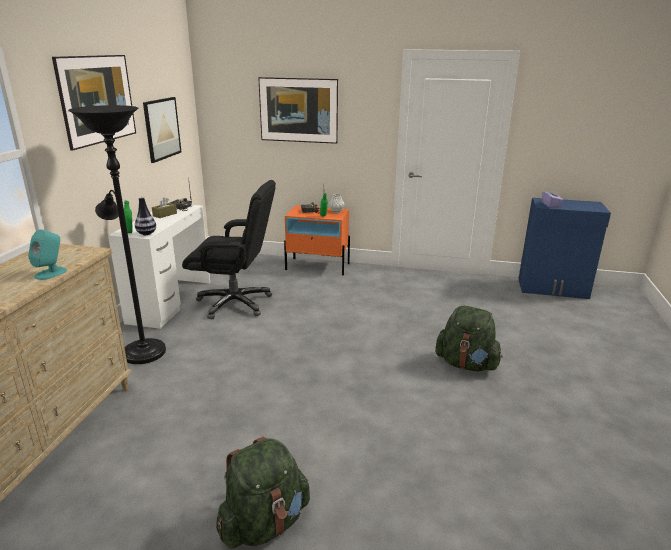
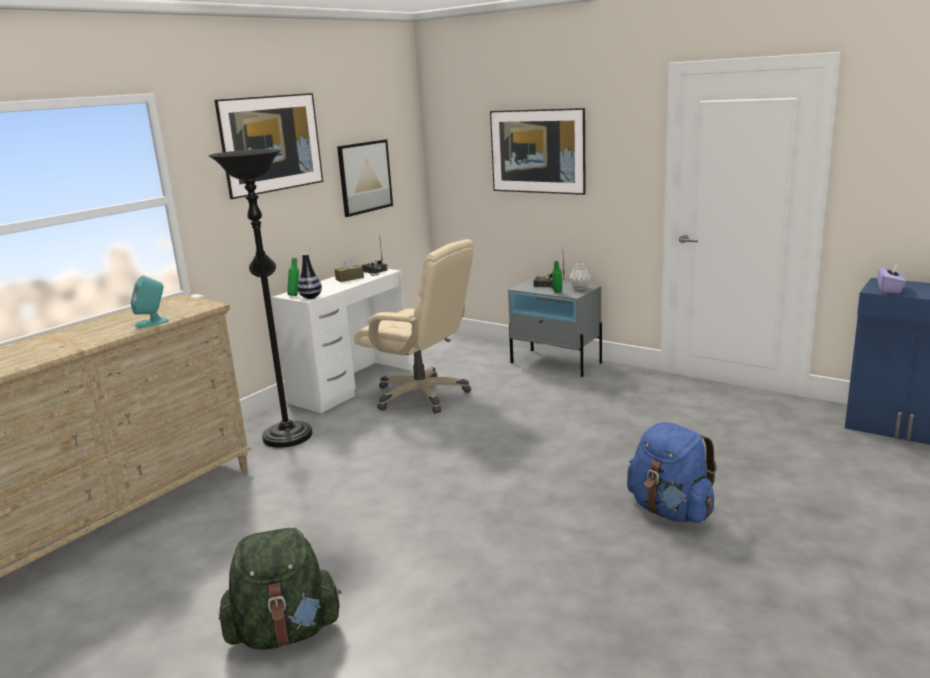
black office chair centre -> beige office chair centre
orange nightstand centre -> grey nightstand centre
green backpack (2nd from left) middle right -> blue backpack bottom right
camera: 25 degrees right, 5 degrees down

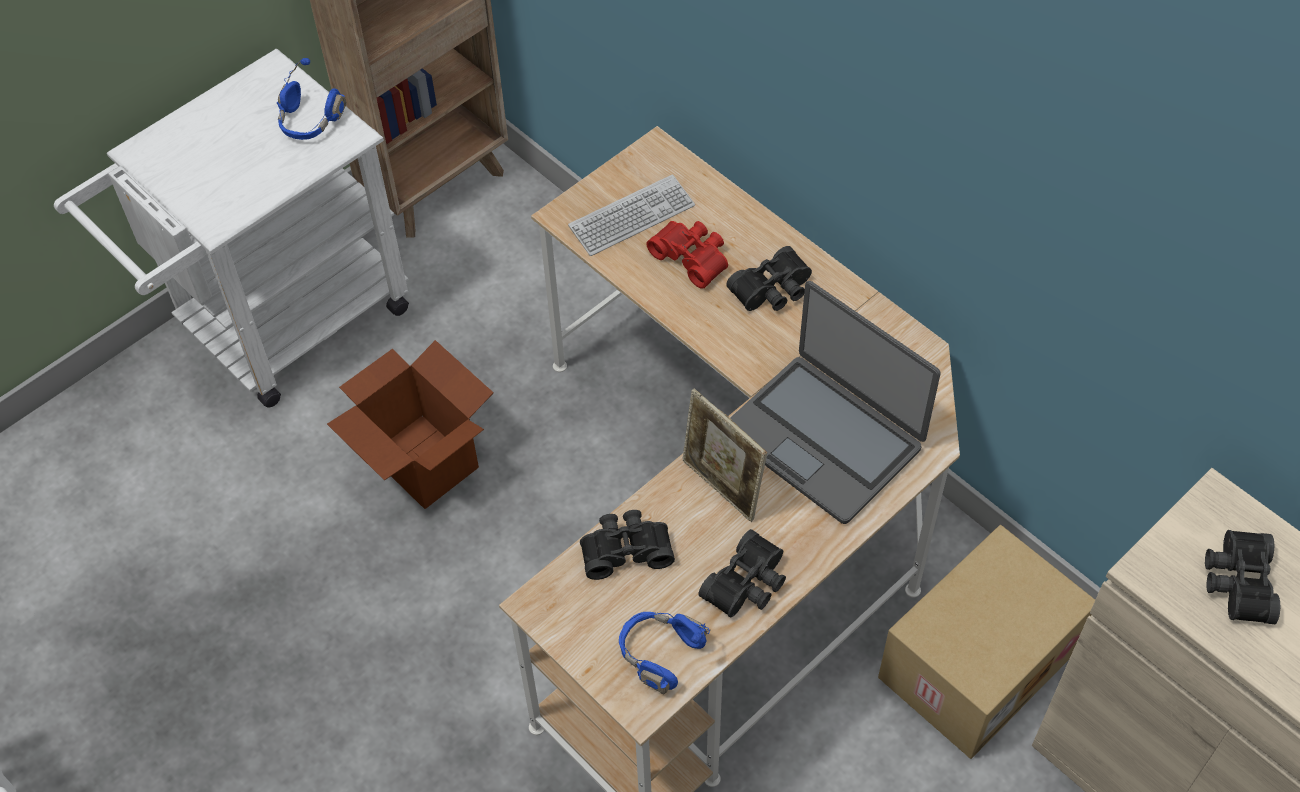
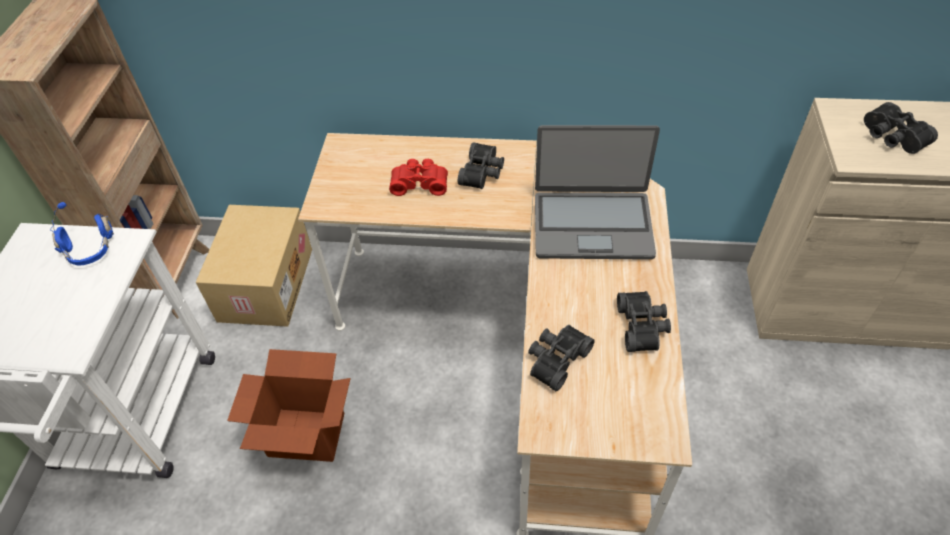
keyboard top centre -> none
picture frame centre -> none
cardboard box (2nd from left in the first image) bottom right -> cardboard box (1st from left) middle left, move
blue headphones (2nd from left) bottom centre -> none
camera: 40 degrees left, 5 degrees down

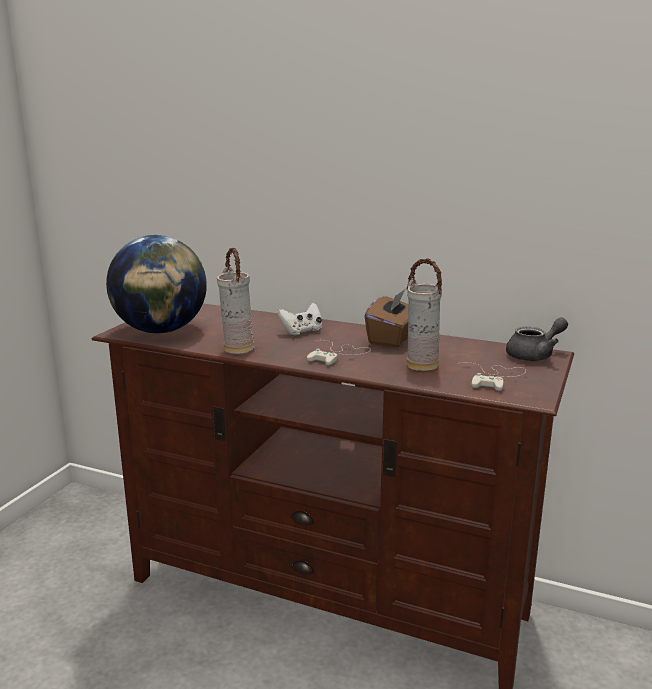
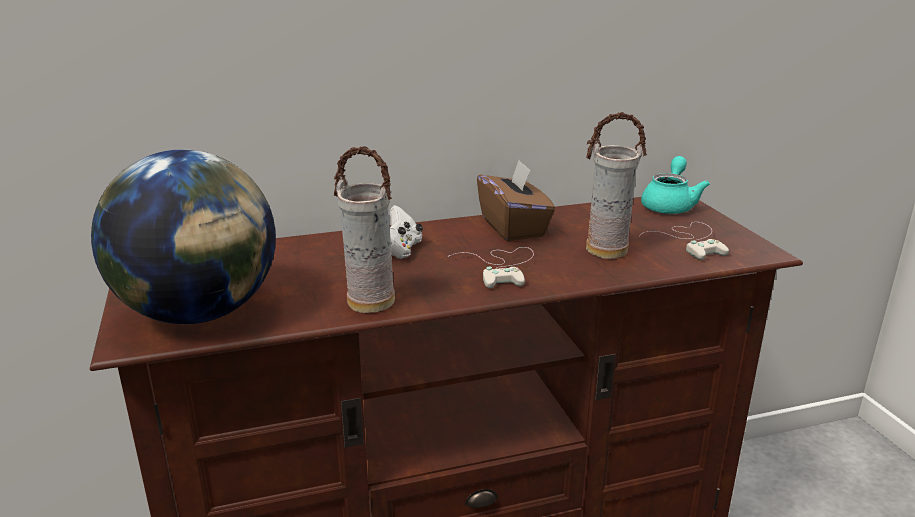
grey teapot middle right -> turquoise teapot middle right
camera: 40 degrees left, 5 degrees up

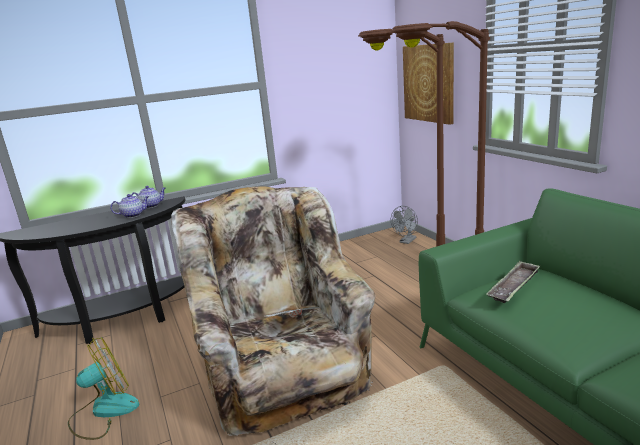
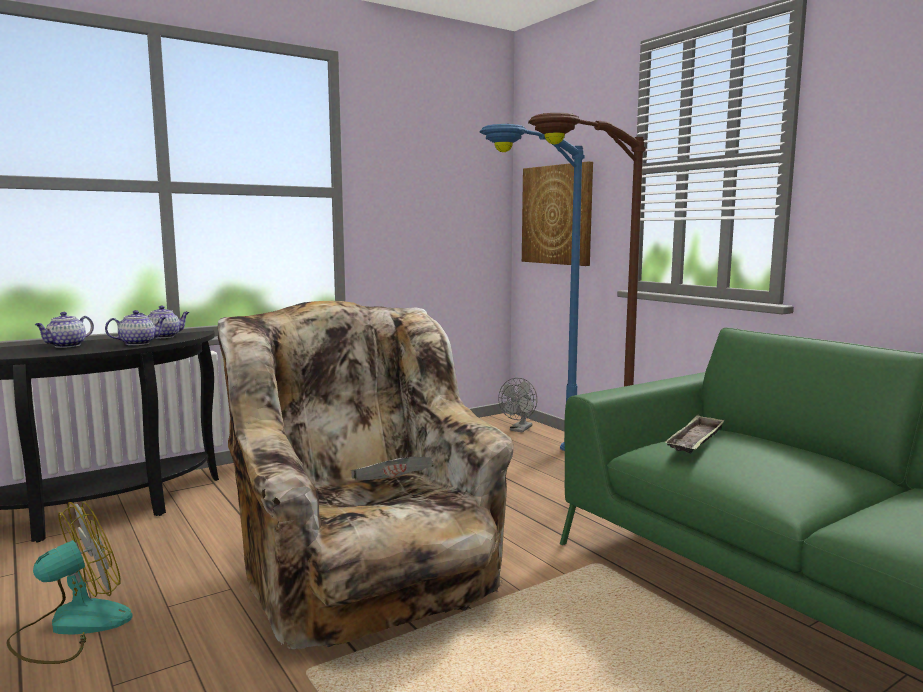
brown floor lamp (1st from left) top centre -> blue floor lamp centre
none -> teapot (1st from left) middle left
camera: 10 degrees left, 10 degrees down

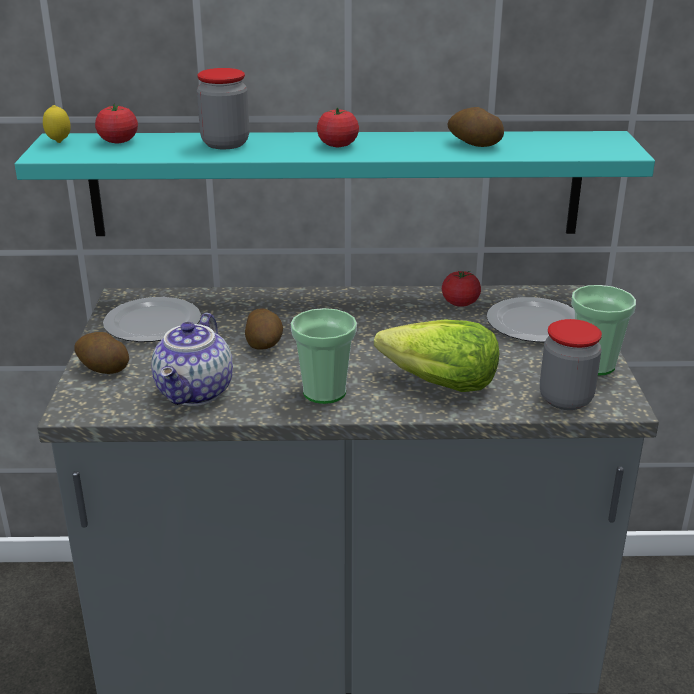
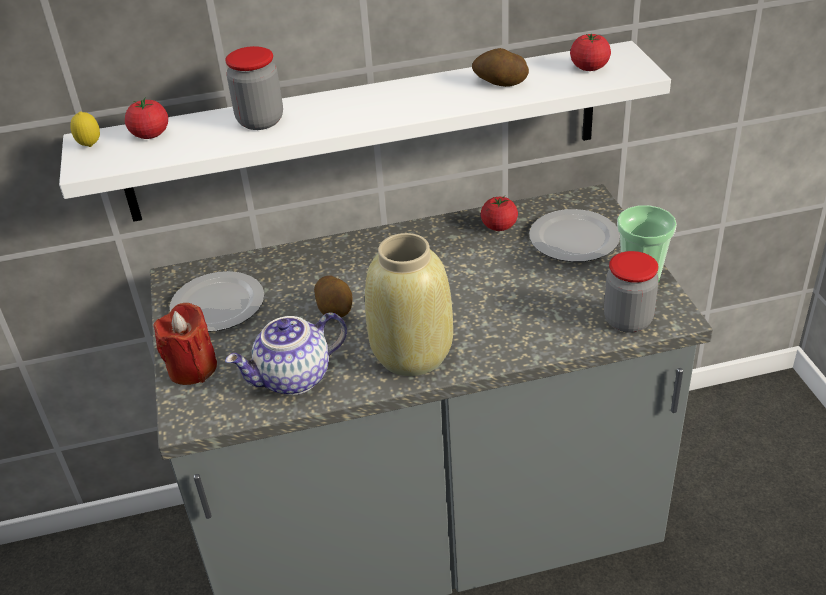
tomato (2nd from left in the first image) top centre -> tomato (3rd from left) top right, move
turquoise shelf top centre -> white shelf top centre
cup (1st from left) centre -> beige vase centre
teapot middle left -> teapot centre, 60 degrees clockwise
lettuce centre -> none
potato (1st from left) middle left -> red candle middle left
camera: 10 degrees left, 10 degrees up

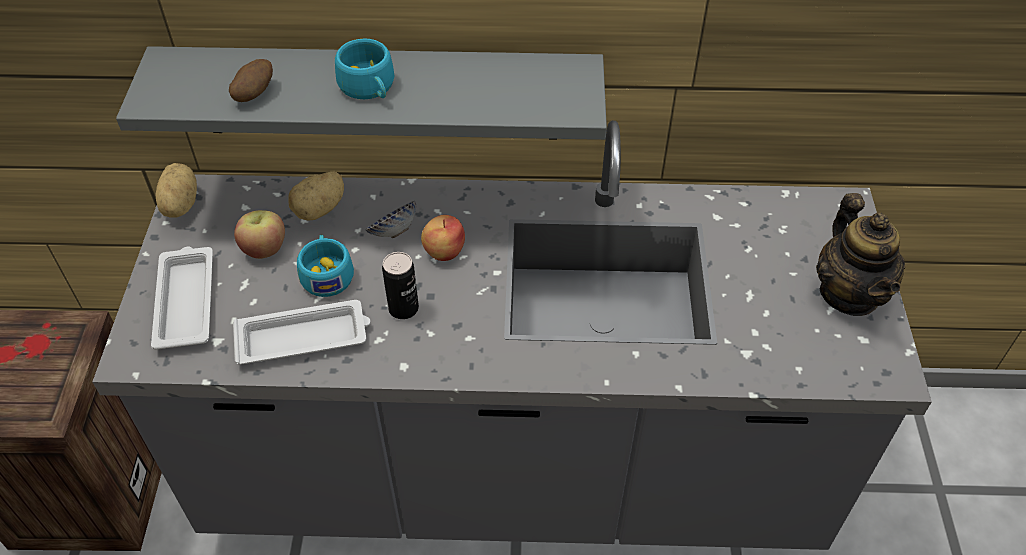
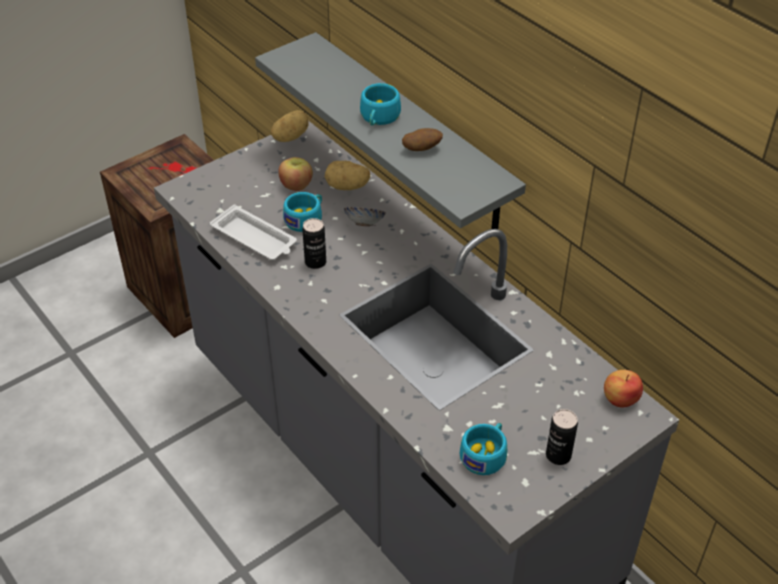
potato (2nd from left in the first image) top left -> potato (3rd from left) top centre, move
teapot middle right -> can (2nd from left) bottom right
apple (2nd from left) centre -> apple (2nd from left) middle right, move
white tray (1st from left) middle left -> none
none -> turquoise cup (3rd from left) bottom centre
camera: 50 degrees right, 5 degrees down

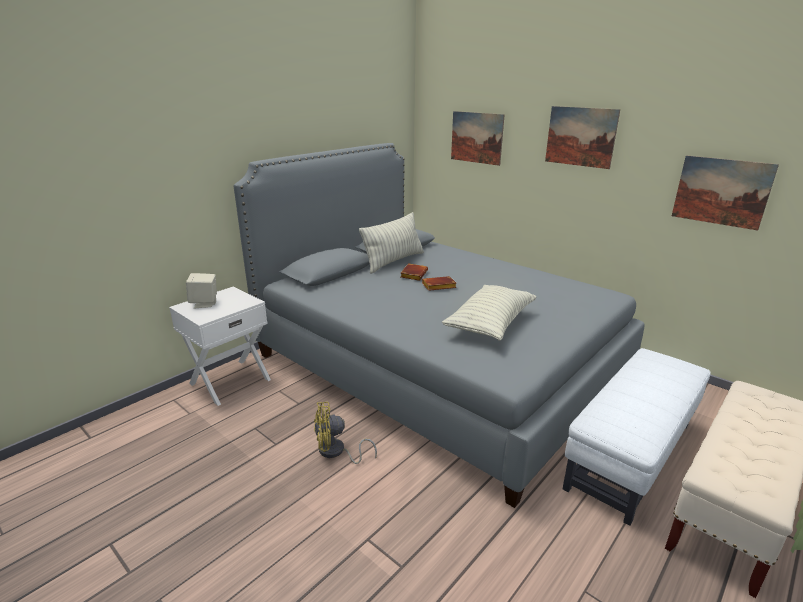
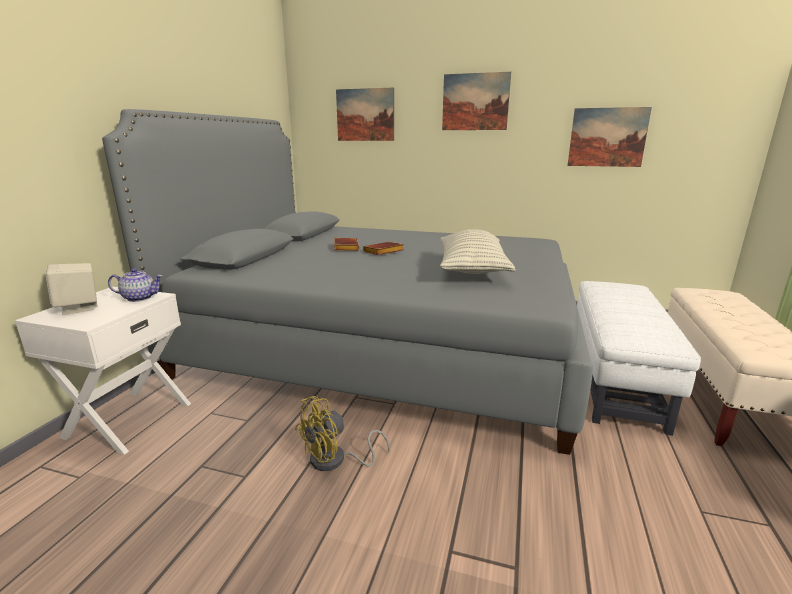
pillow (1st from left) centre -> none
none -> teapot middle left
camera: 25 degrees left, 5 degrees down

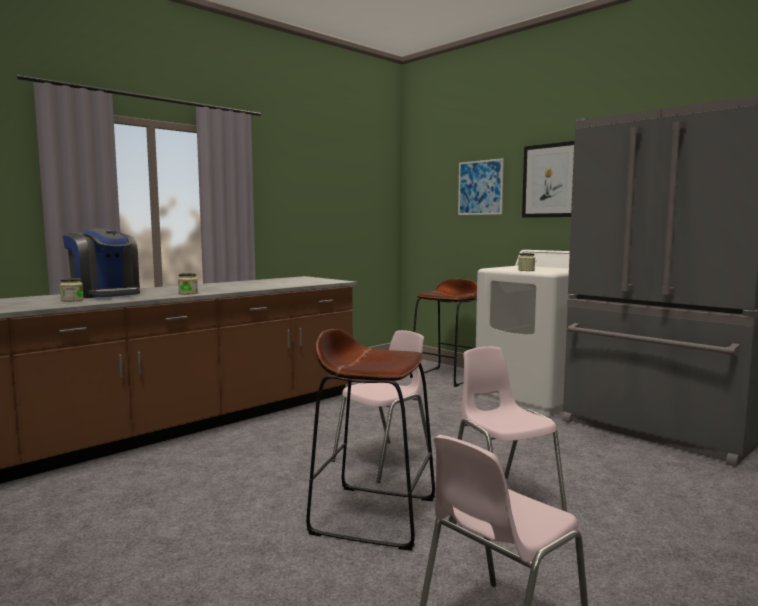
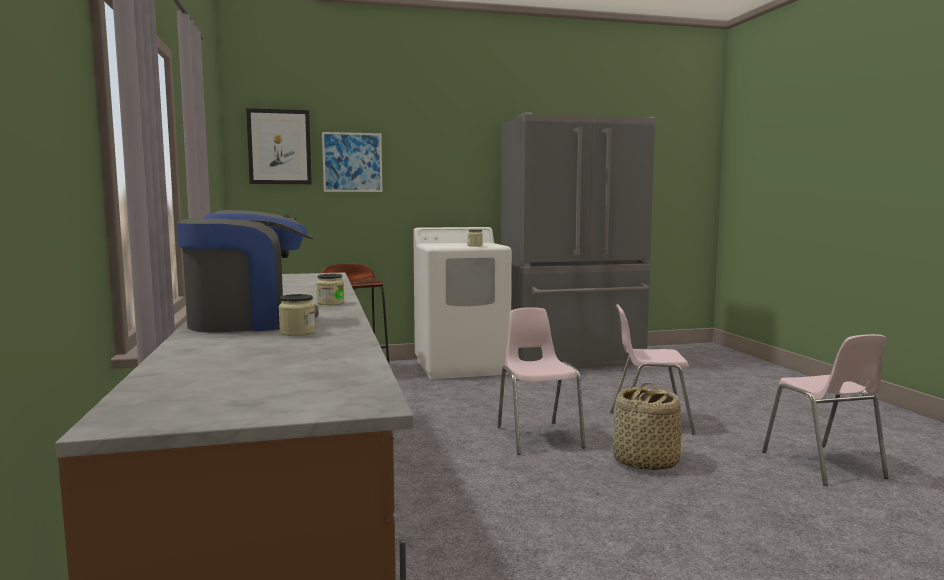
picture (2nd from left in the first image) top right -> picture (1st from left) top left, move
brown stool (1st from left) bottom centre -> basket bottom right
camera: 60 degrees left, 0 degrees up

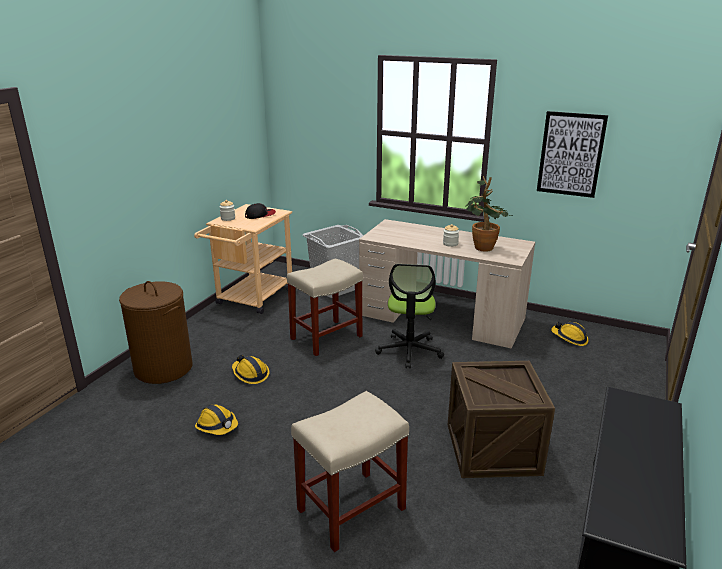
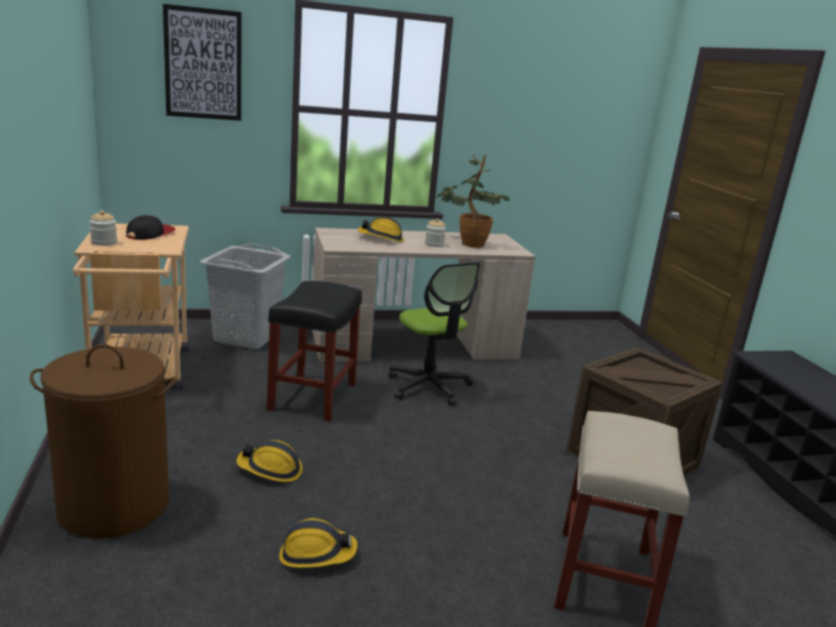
picture top right -> picture top left, move
beige stool (1st from left) centre -> black stool centre
hard hat (3rd from left) middle right -> hard hat (3rd from left) centre, move
camera: 40 degrees left, 5 degrees down

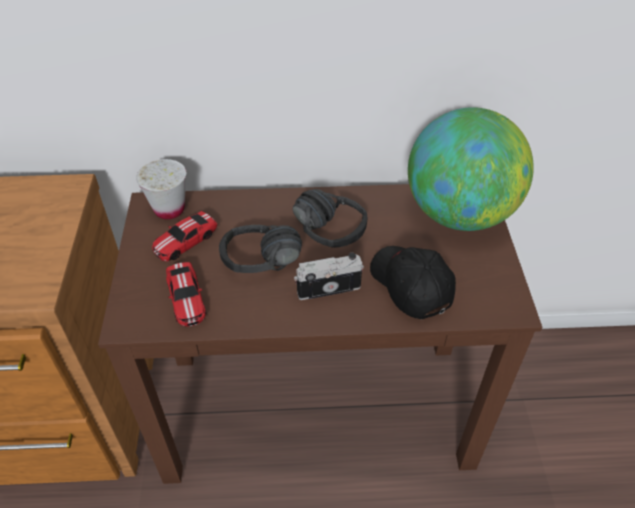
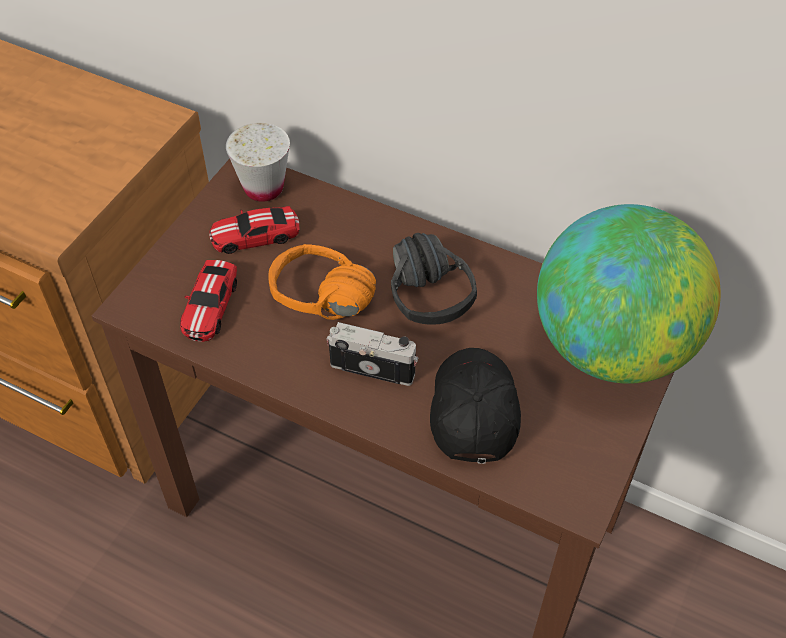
black headphones (1st from left) centre -> orange headphones centre
camera: 30 degrees right, 5 degrees up

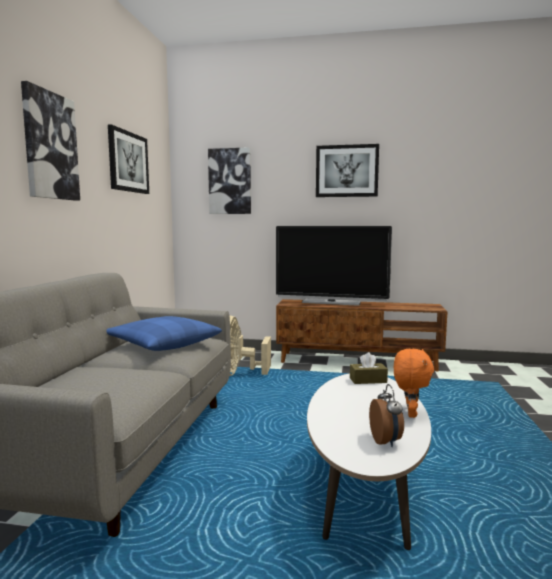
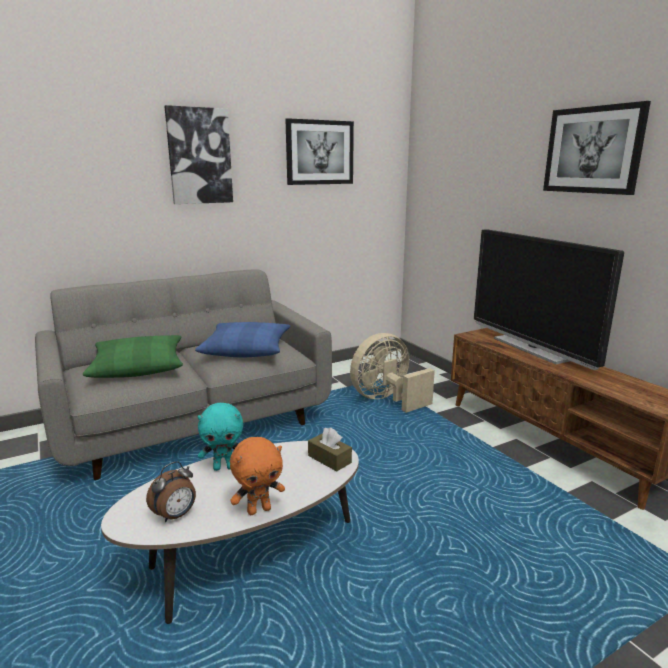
picture (3rd from left) top centre -> none
none -> green pillow middle left
none -> turquoise plush toy middle left
camera: 50 degrees right, 10 degrees up

